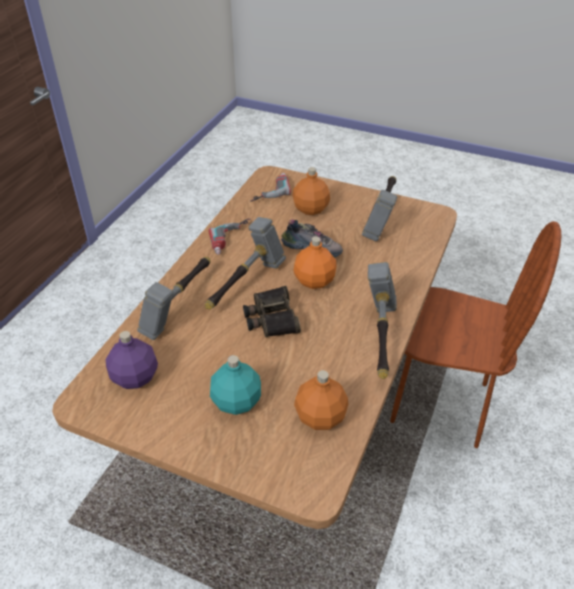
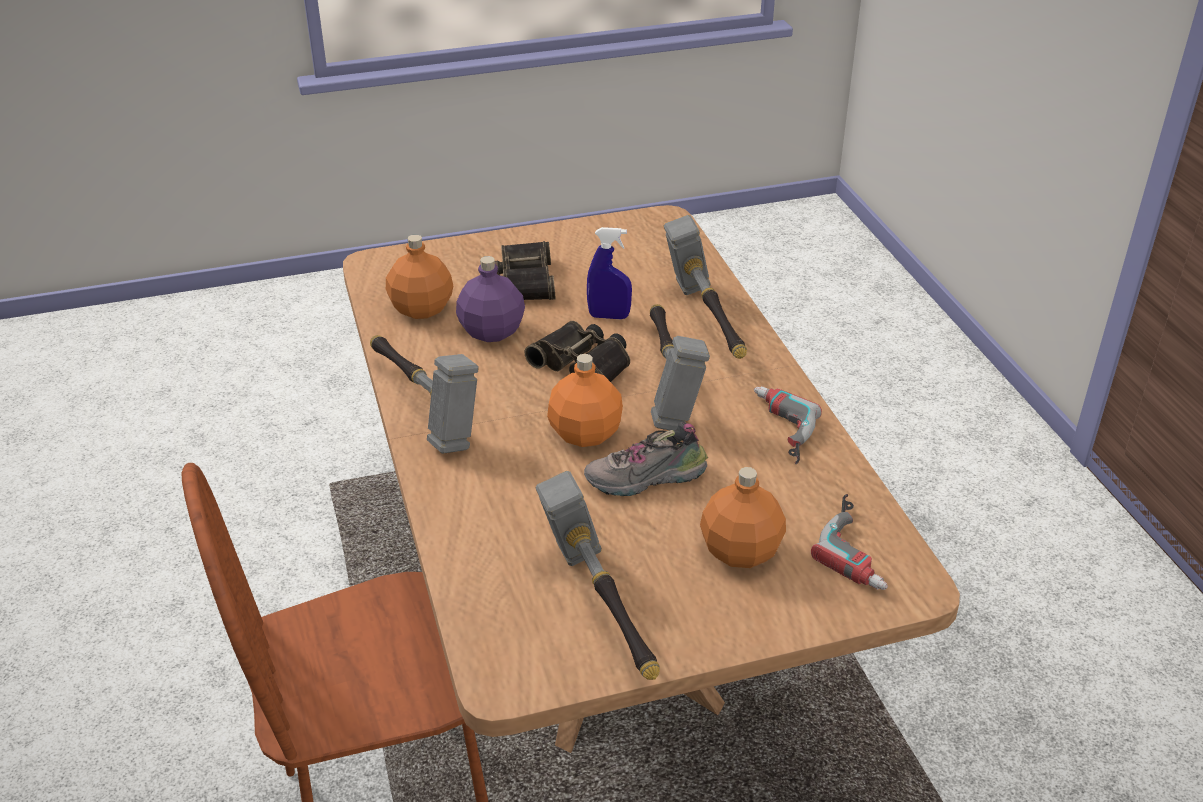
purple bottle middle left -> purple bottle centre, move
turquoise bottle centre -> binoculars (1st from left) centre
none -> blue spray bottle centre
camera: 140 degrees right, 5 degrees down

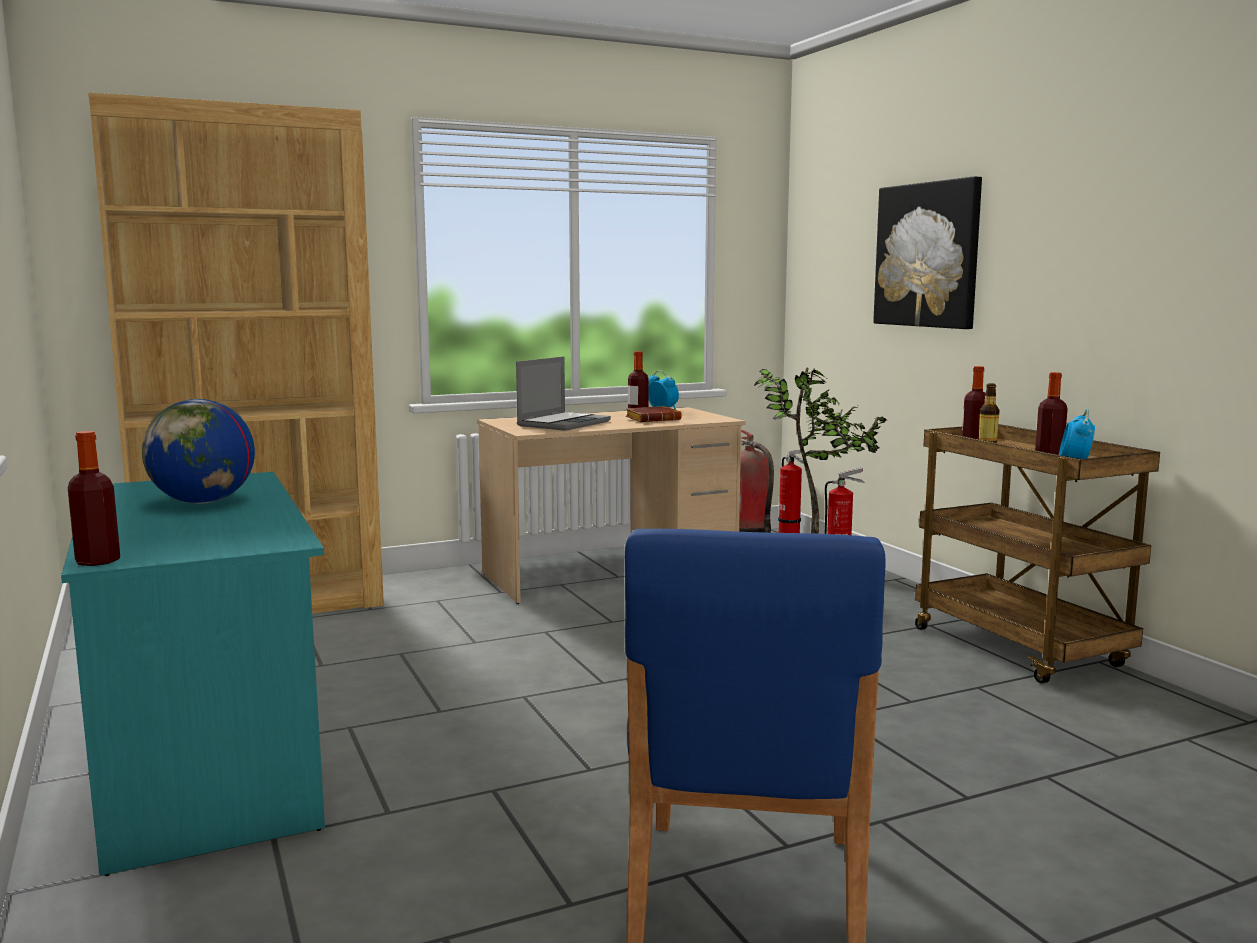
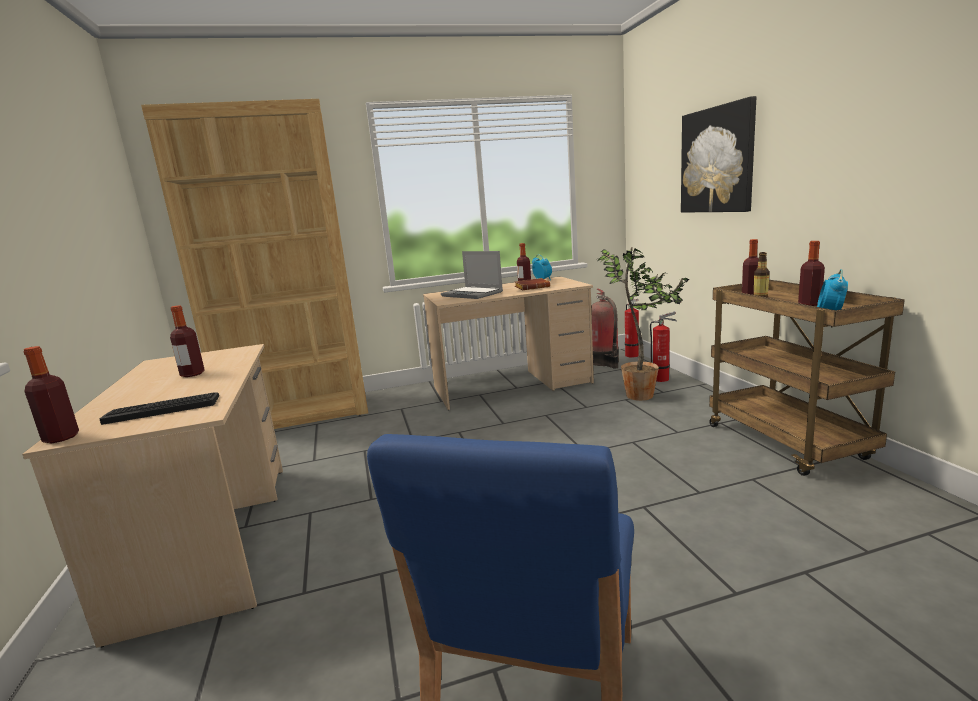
laptop centre, 90 degrees clockwise
globe middle left -> bottle (2nd from left) middle left
turquoise desk bottom left -> beige desk (1st from left) bottom left
none -> keyboard middle left
camera: 10 degrees right, 5 degrees up

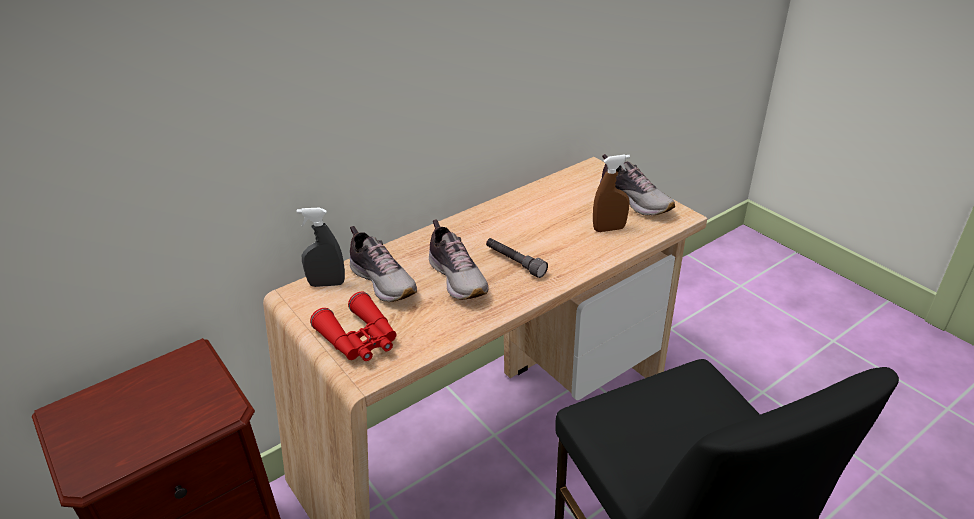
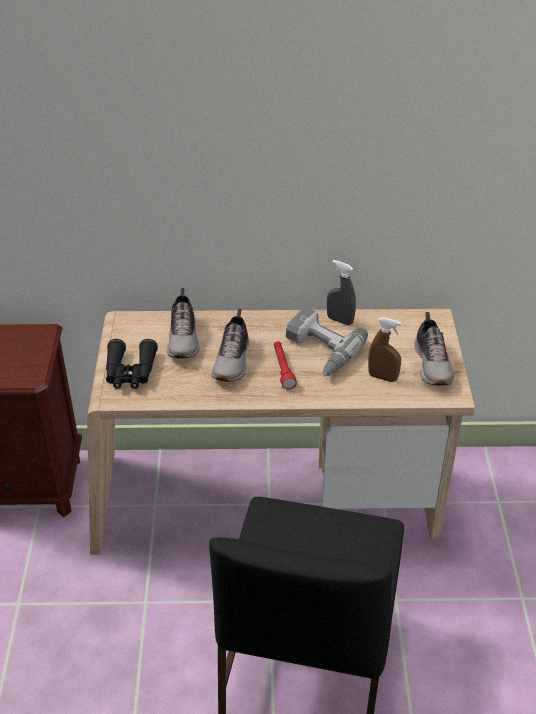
grey spray bottle middle left -> grey spray bottle centre, move
grey flashlight centre -> red flashlight centre
red binoculars centre -> black binoculars middle left
none -> power drill centre
camera: 35 degrees right, 5 degrees up

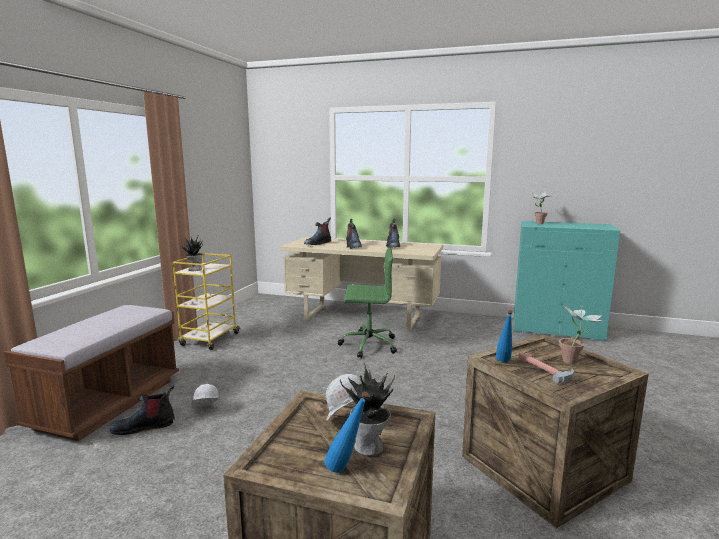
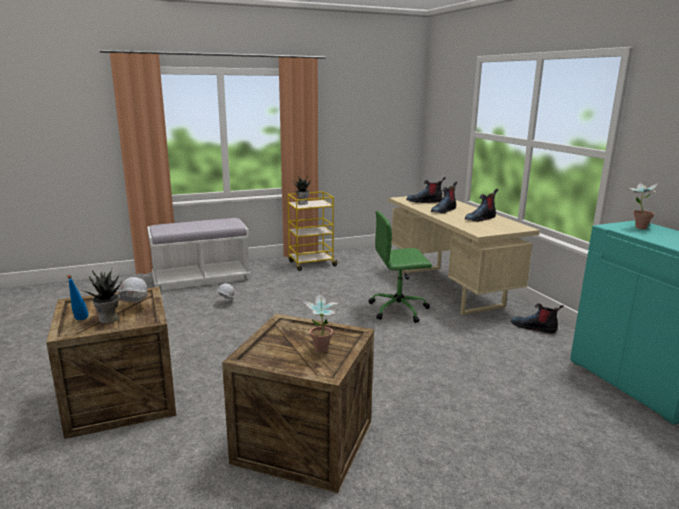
green office chair centre, 120 degrees clockwise
brown bench bottom left -> white bench middle left
blue bottle (2nd from left) middle right -> none
hammer bottom right -> none
boot (1st from left in the first image) bottom left -> boot (4th from left) middle right, move
camera: 50 degrees right, 5 degrees up

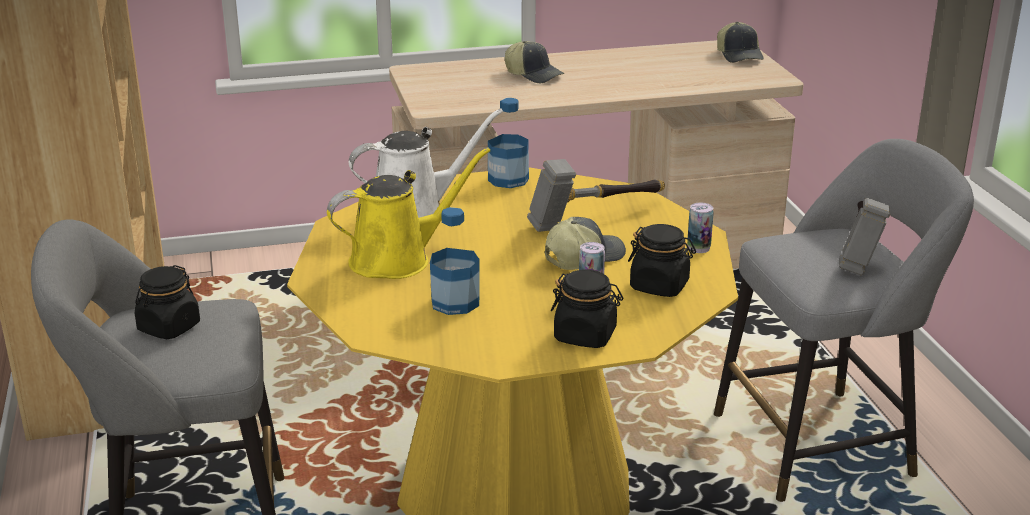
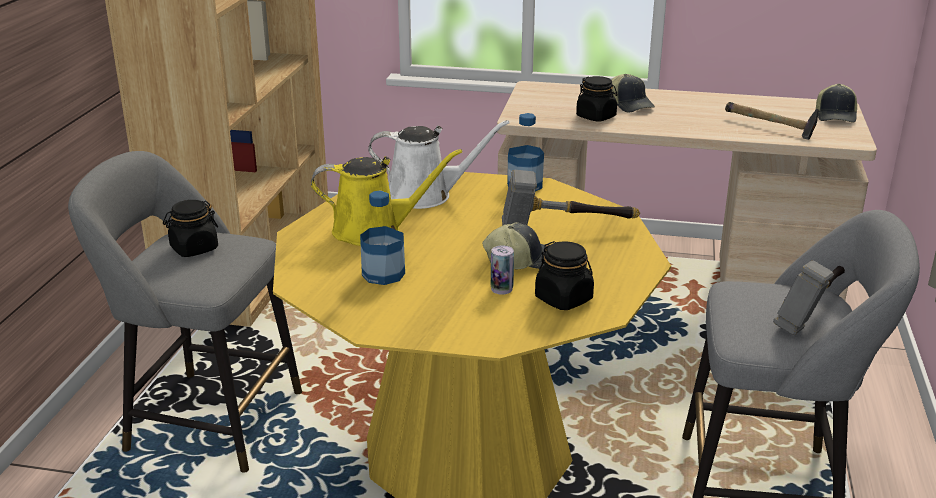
can (2nd from left) middle right -> none
black jar (2nd from left in the first image) centre -> black jar (3rd from left) top centre, move
none -> hammer (2nd from left) top right
camera: 25 degrees right, 0 degrees up

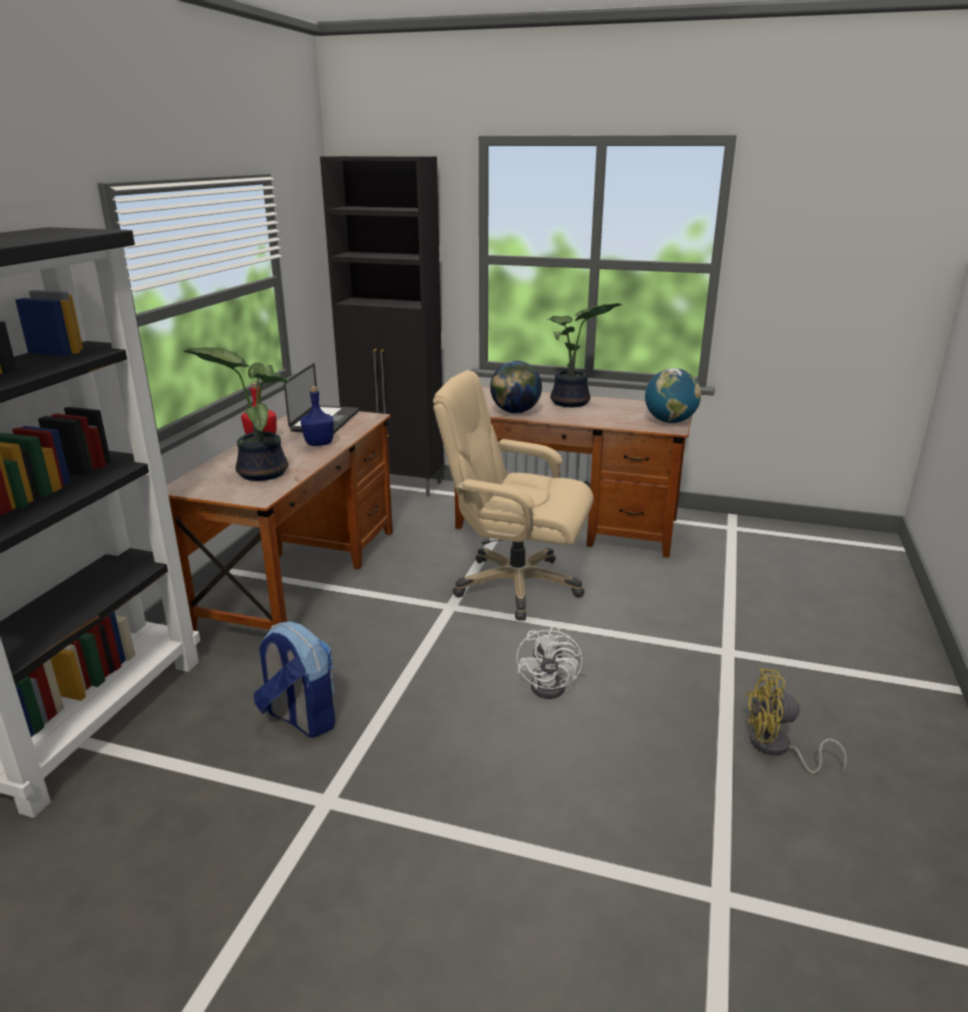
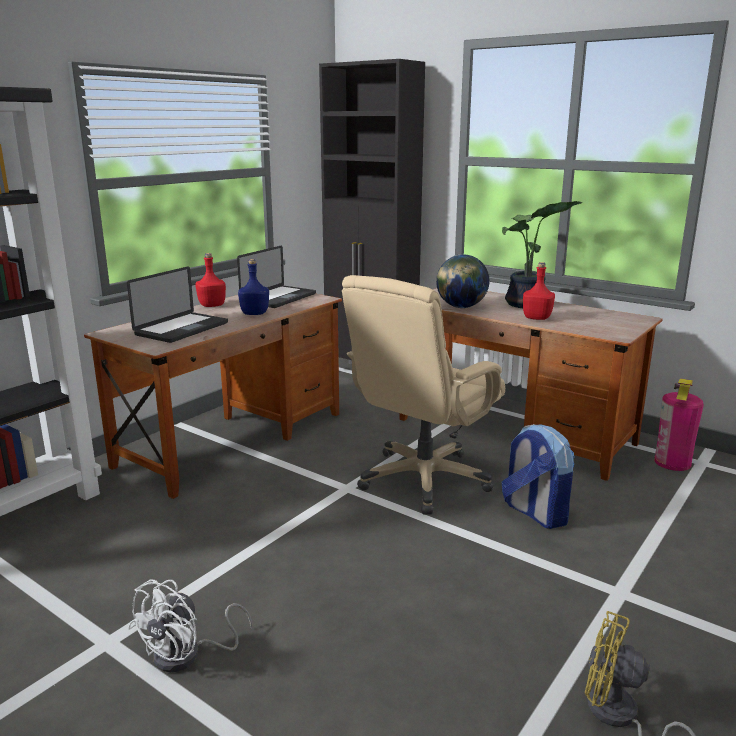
potted plant (1st from left) middle left -> laptop (1st from left) middle left
globe (2nd from left) middle right -> none
beige office chair centre, 90 degrees counterclockwise
backpack bottom left -> backpack middle right, move
white fan centre -> white fan bottom left, move
none -> red bottle (2nd from left) middle right
none -> fire extinguisher middle right
camera: 20 degrees right, 5 degrees down

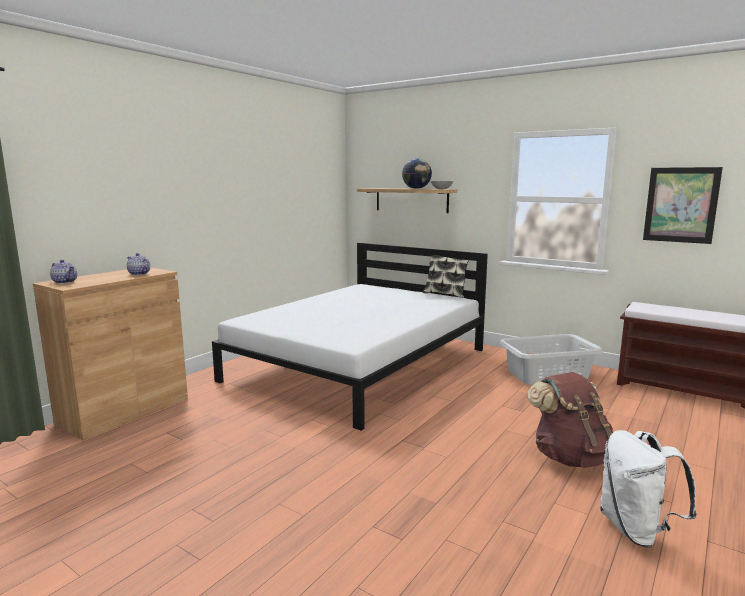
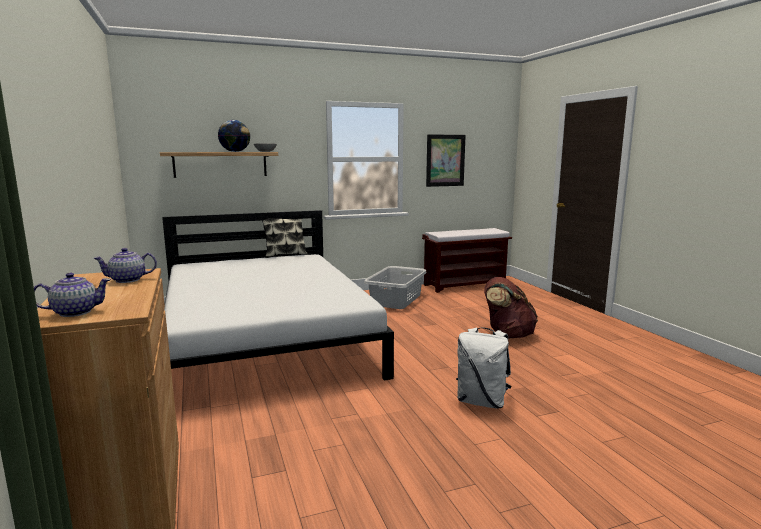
white backpack bottom right -> white backpack bottom centre, move
camera: 55 degrees left, 0 degrees up

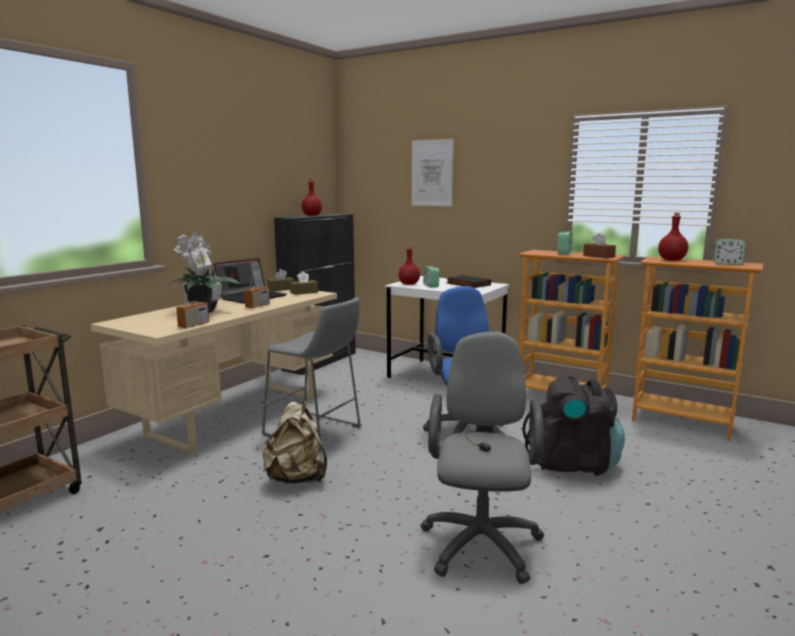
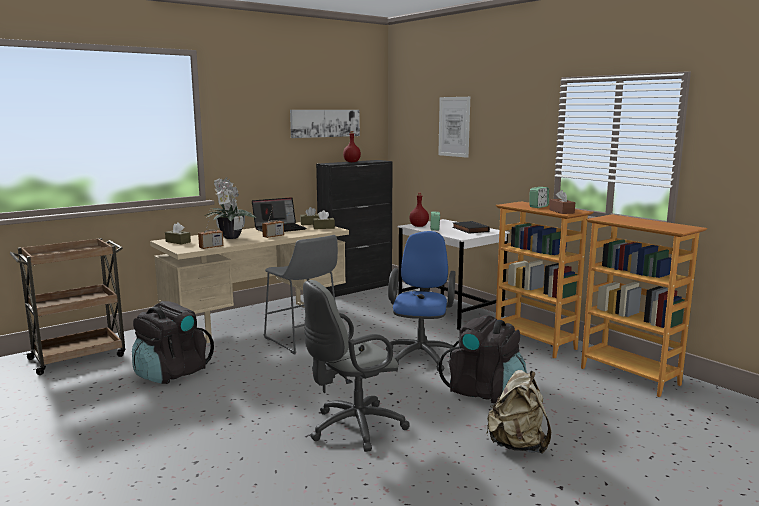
red bottle (3rd from left) middle right -> none
alarm clock (3rd from left) middle right -> none
grey office chair bottom centre, 150 degrees counterclockwise
beige backpack bottom centre -> beige backpack bottom right, move
none -> picture (1st from left) top centre
none -> brown tissue box (1st from left) middle left
none -> black backpack (1st from left) bottom left
camera: 20 degrees right, 0 degrees up

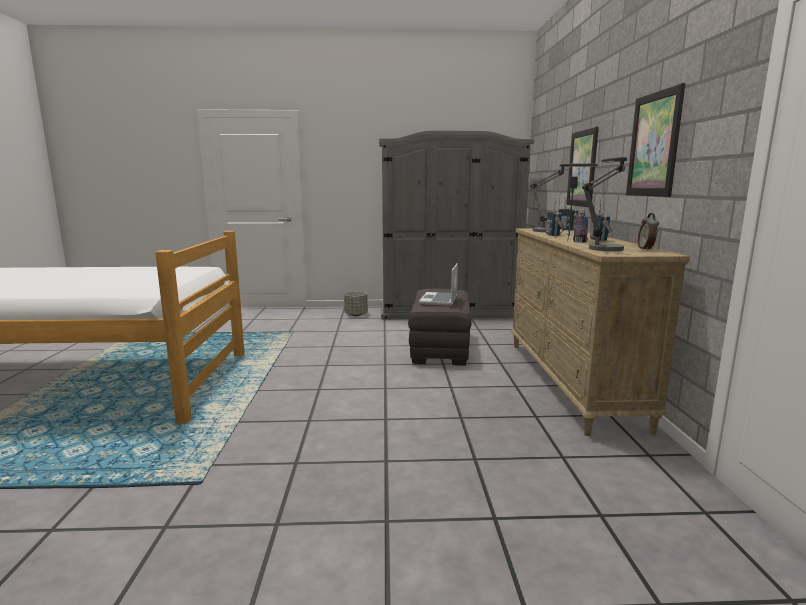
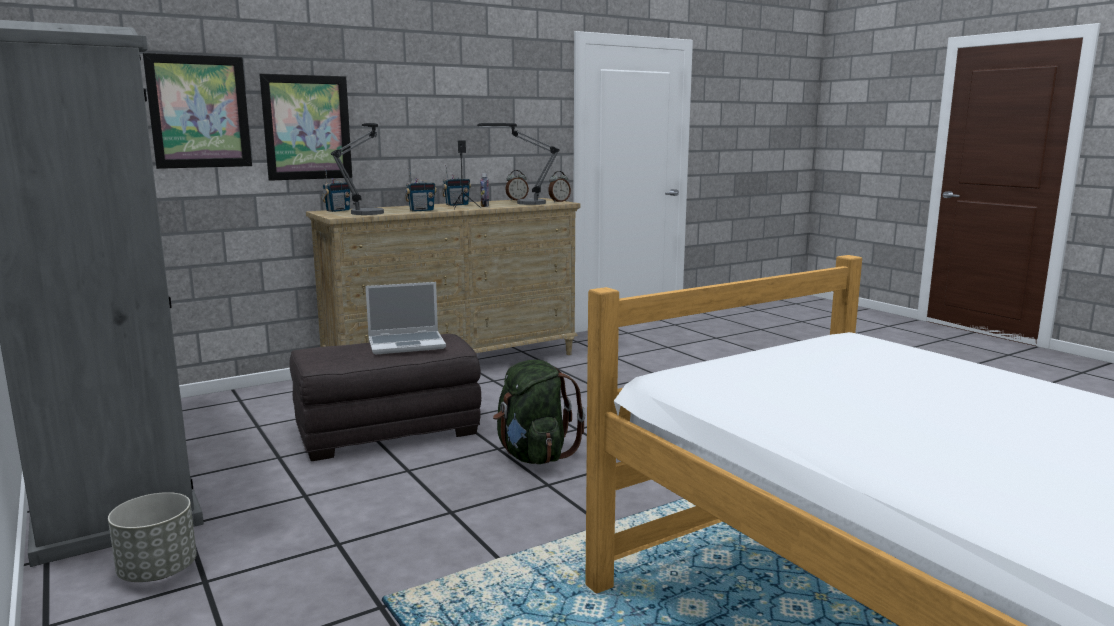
picture (2nd from left in the first image) top right -> picture (1st from left) top left, move
none -> alarm clock (2nd from left) top centre
none -> green backpack centre
camera: 120 degrees left, 0 degrees up

